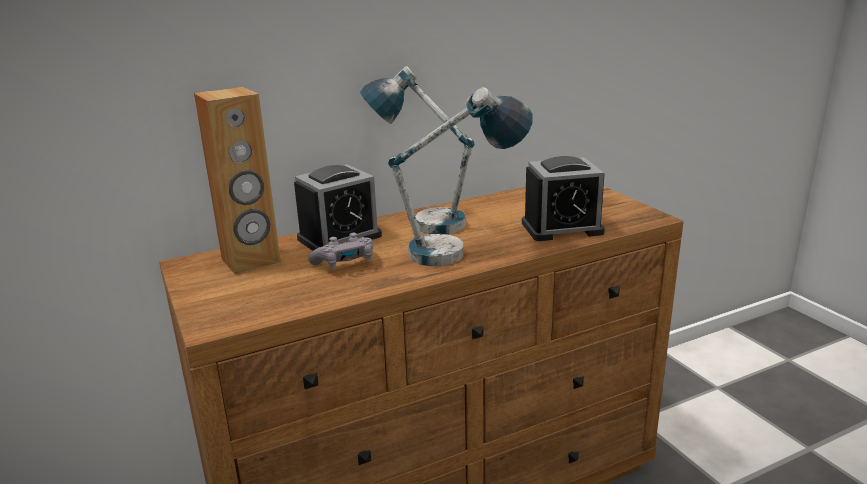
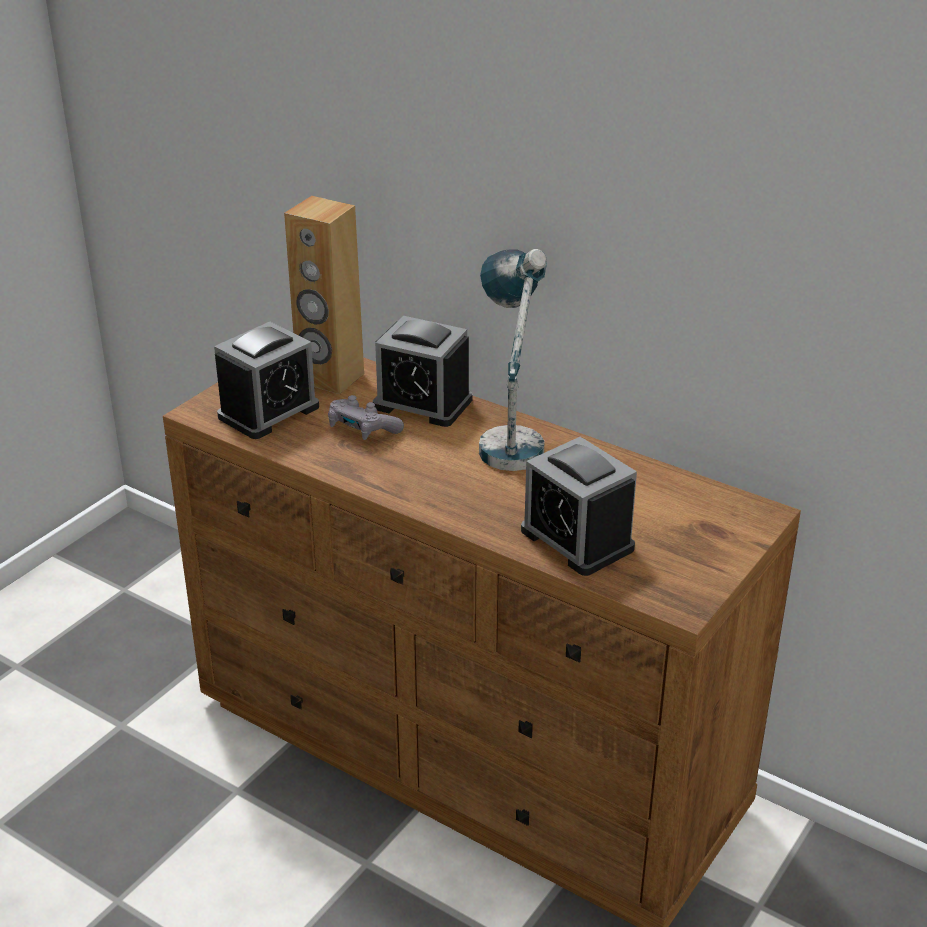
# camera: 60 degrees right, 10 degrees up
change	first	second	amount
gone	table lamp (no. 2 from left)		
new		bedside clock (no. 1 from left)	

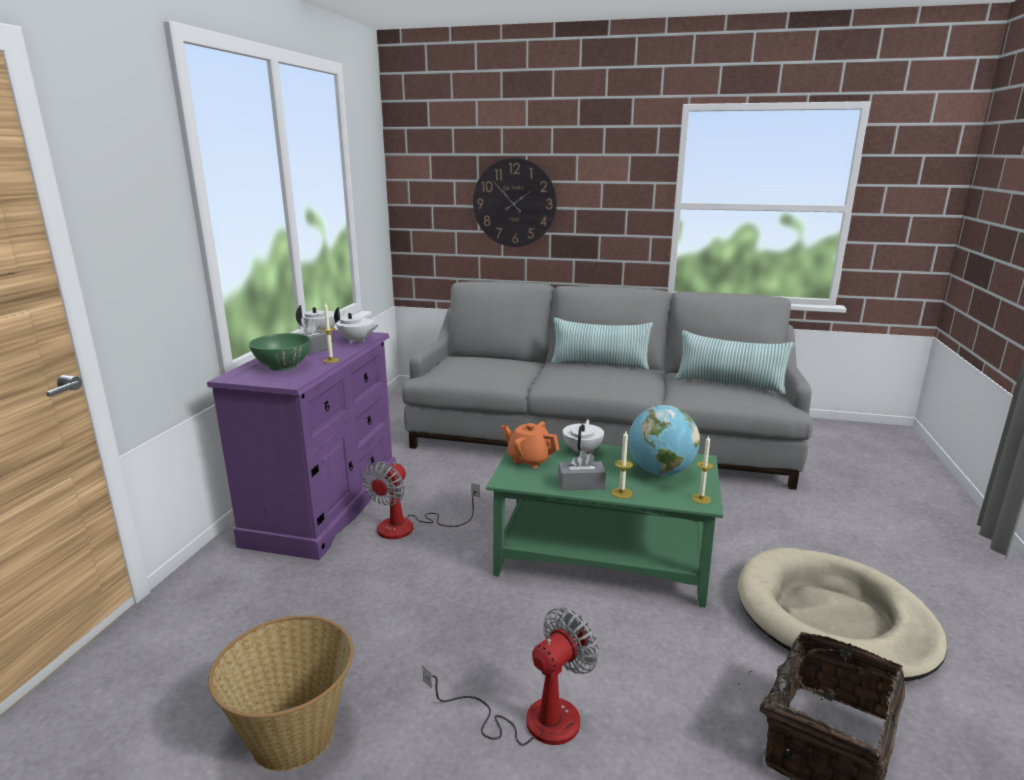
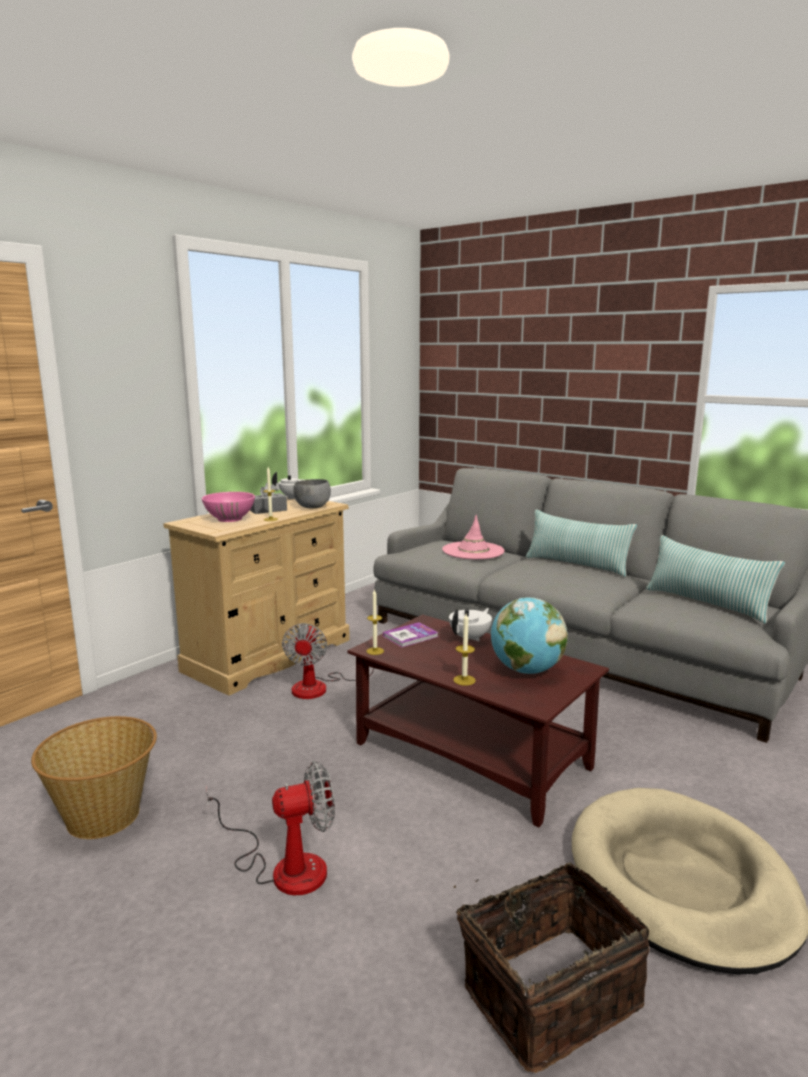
# camera: 25 degrees right, 5 degrees down
change	first	second	amount
repainted	chest of drawers (purplish)	chest of drawers (beige-coloured)	
repainted	serving bowl (green-coloured)	serving bowl (pink-coloured)	
swapped	teapot (whitish) (no. 2 from left)	serving bowl (grey)	
rotated	fan (no. 1 from left in the first image)	fan (no. 2 from left)	45 degrees counterclockwise
gone	clock on the wall		
repainted	lounge table (green-coloured)	lounge table (brownish)	
swapped	teapot (orange-coloured)	book	
gone	tissue holder (grey) (no. 2 from left)		
shifted	candle (no. 3 from left in the first image)	candle (no. 2 from left)	
new		clothing hat (pink-coloured)	

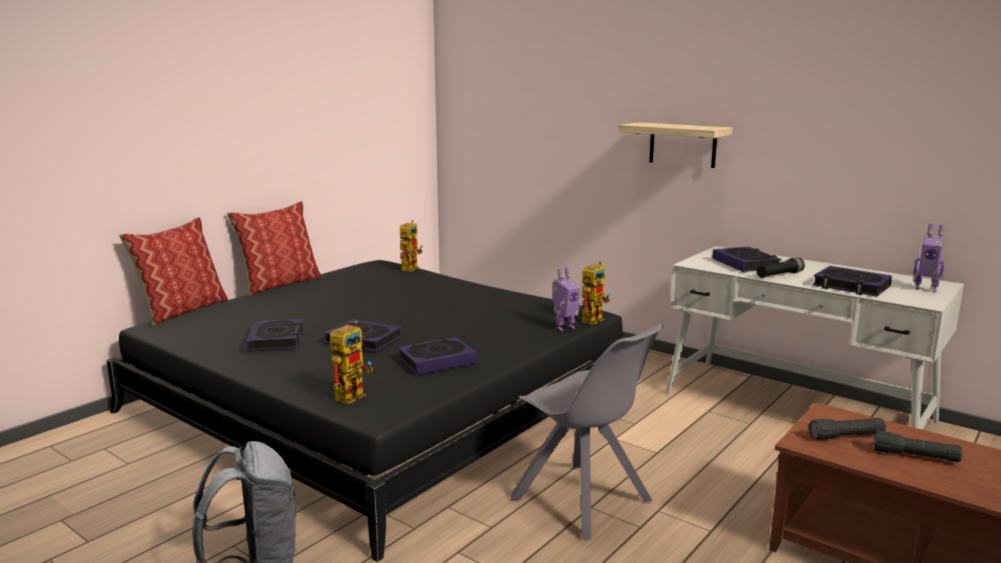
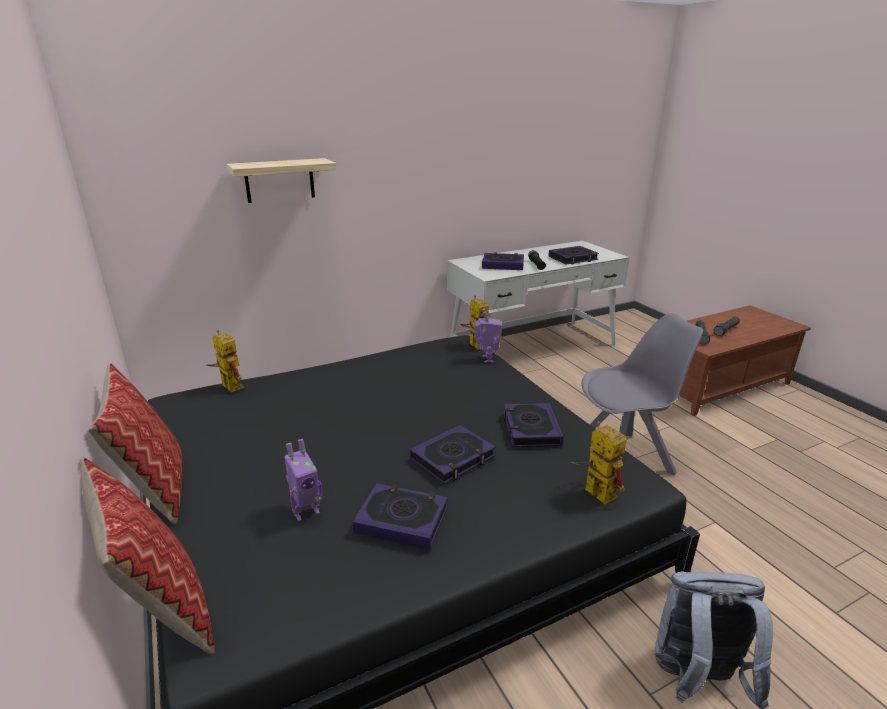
# camera: 65 degrees left, 10 degrees up
change	first	second	amount
shifted	shelf		
shifted	model robot (no. 5 from left in the first image)	model robot (no. 2 from left)	

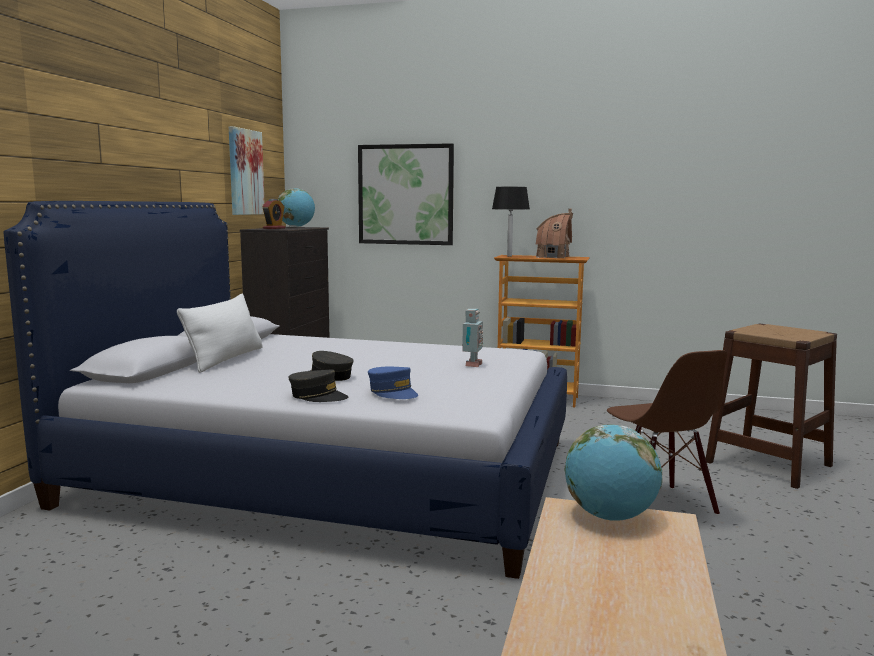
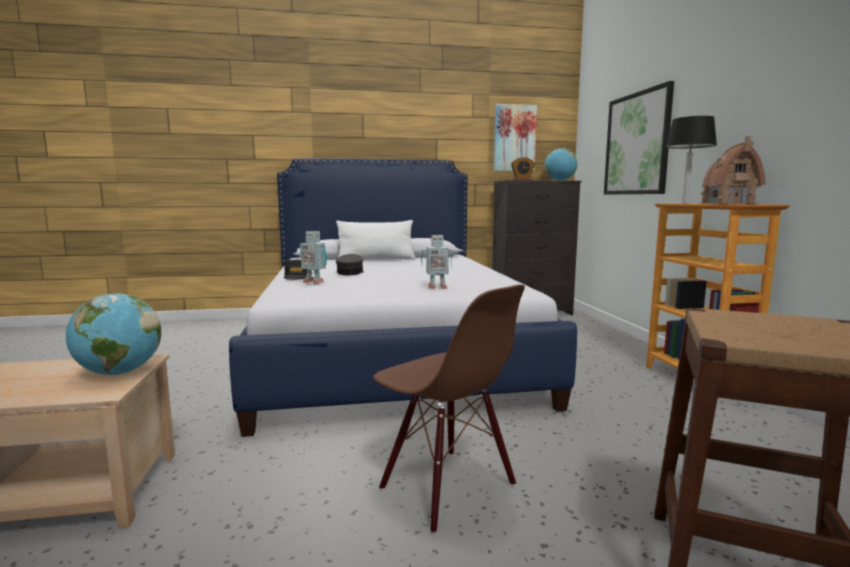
# camera: 65 degrees right, 0 degrees up
change	first	second	amount
swapped	cap (blue-coloured)	model robot (no. 1 from left)	
rotated	chair (brownish)		90 degrees counterclockwise

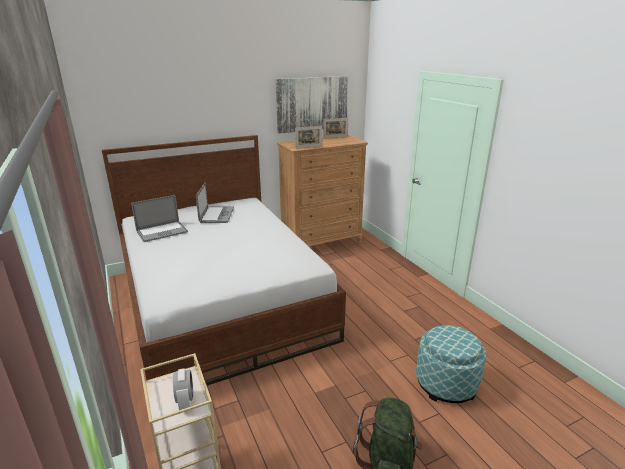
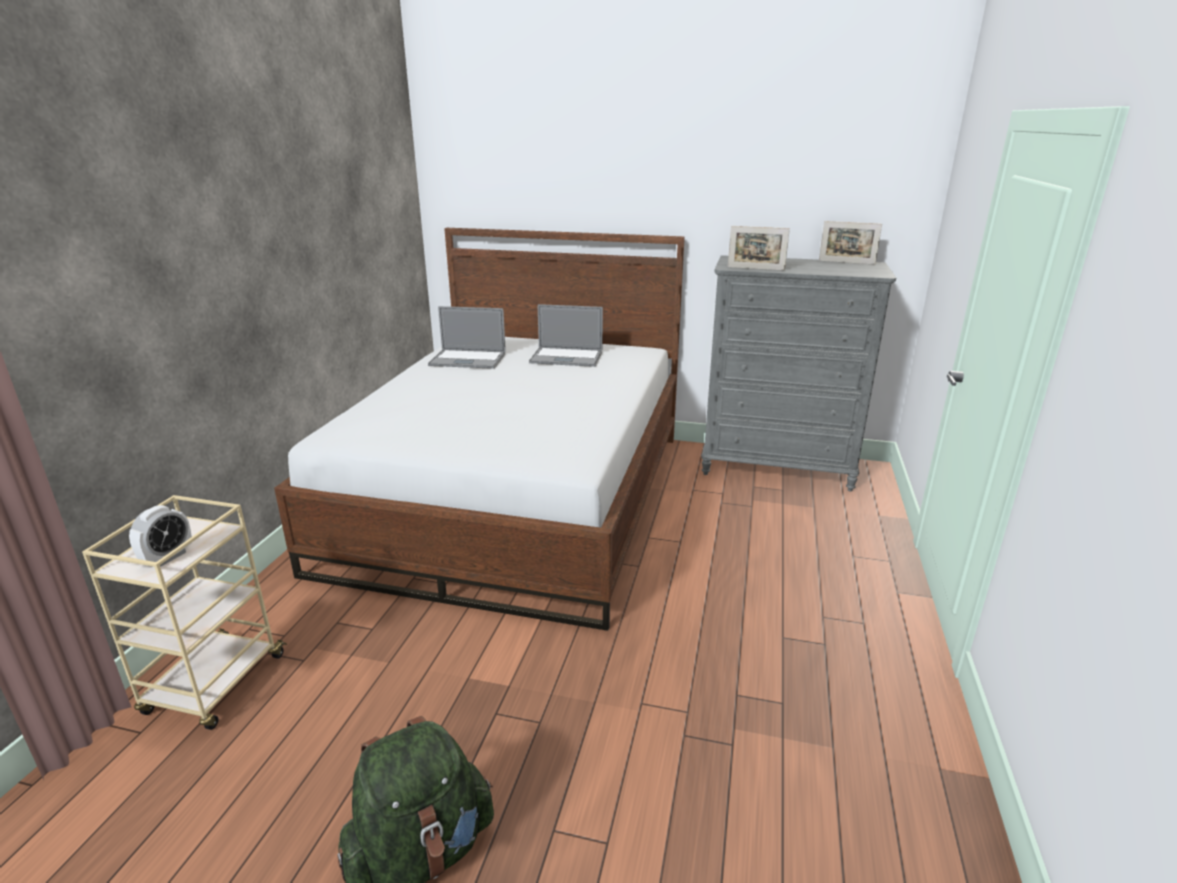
# camera: 40 degrees right, 0 degrees up
change	first	second	amount
rotated	laptop (no. 2 from left)		60 degrees clockwise
gone	picture		
repainted	chest of drawers (brownish)	chest of drawers (grey)	
gone	ottoman		

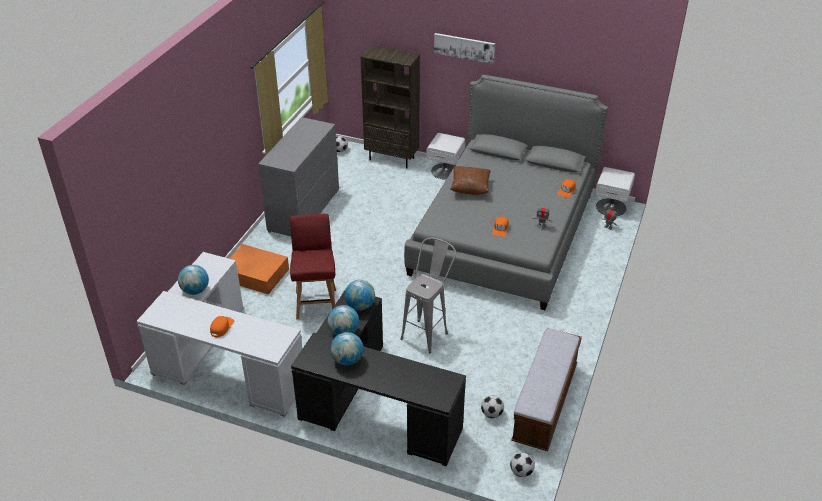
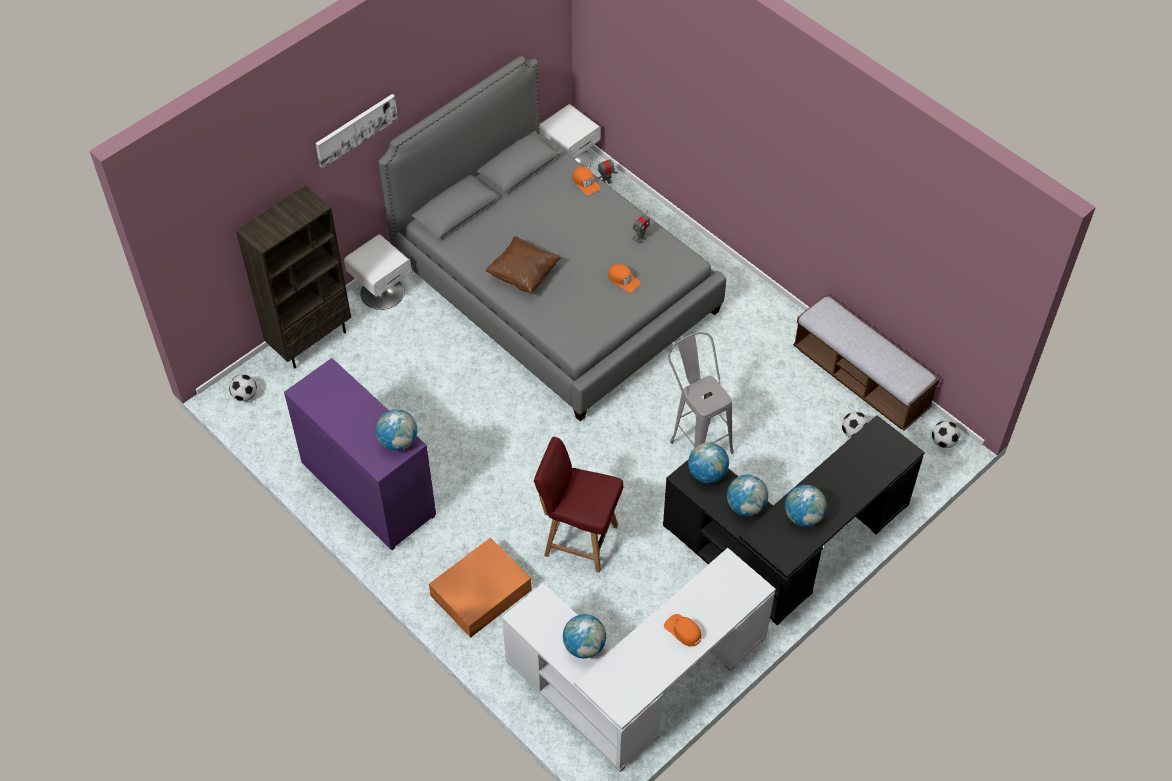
# camera: 65 degrees left, 15 degrees up
change	first	second	amount
repainted	chest of drawers (grey)	chest of drawers (purplish)	
new		world globe (no. 1 from left)	

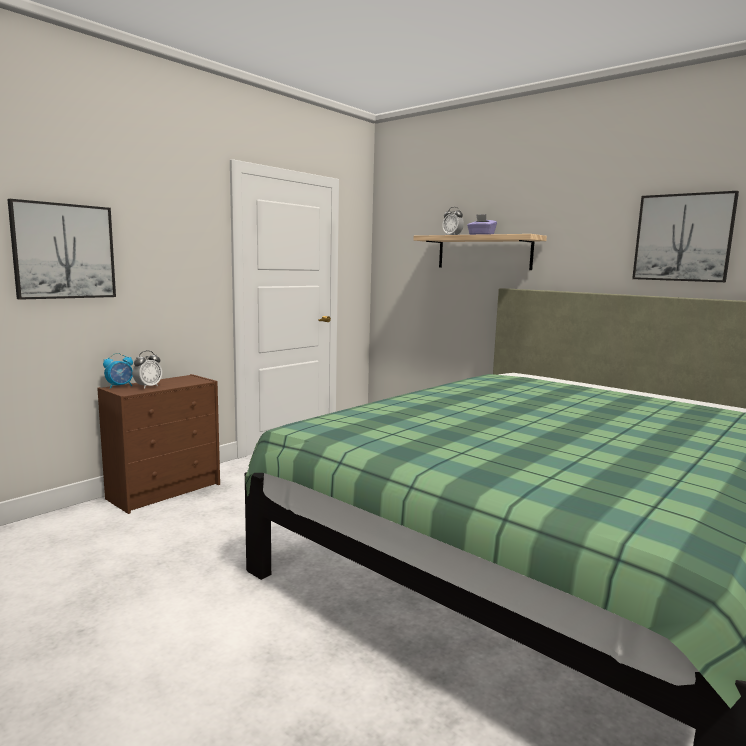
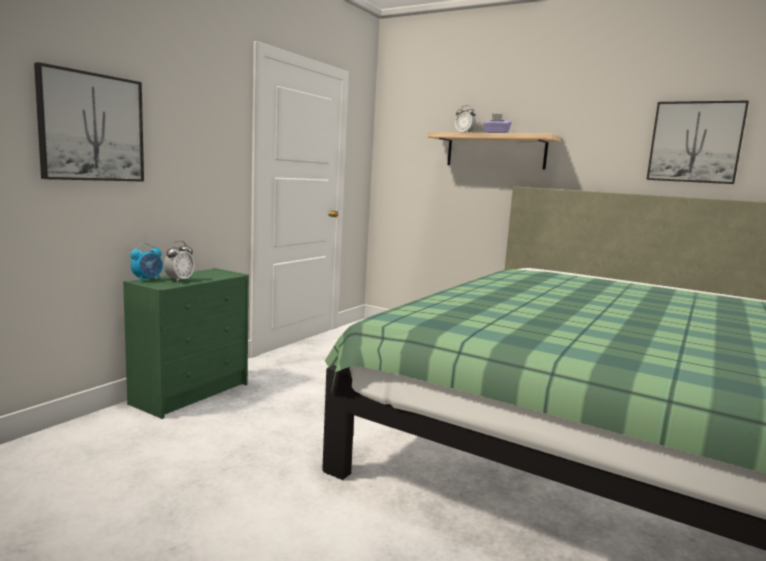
# camera: 10 degrees left, 0 degrees up
change	first	second	amount
repainted	chest of drawers (brownish)	chest of drawers (green-coloured)	

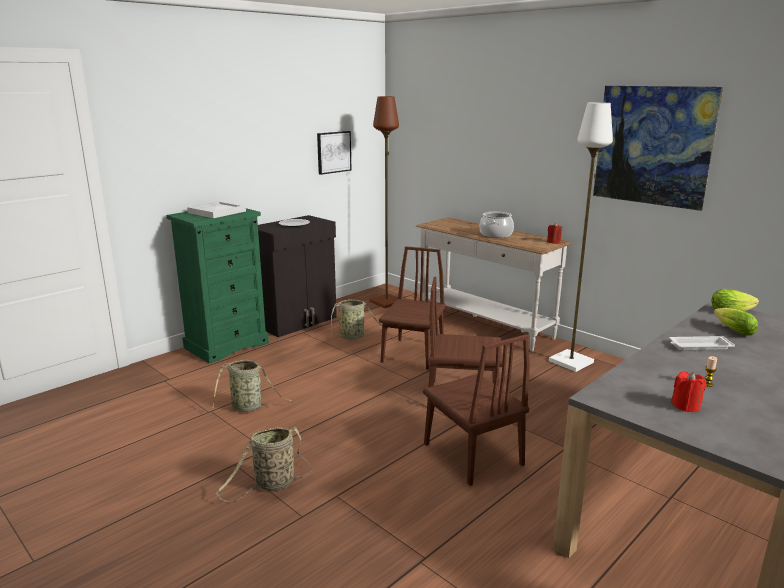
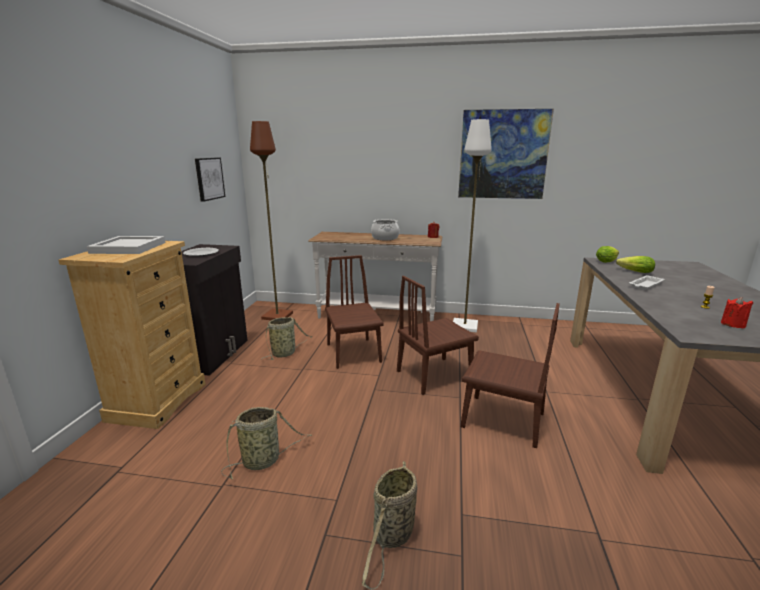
# camera: 35 degrees left, 0 degrees up
change	first	second	amount
repainted	chest of drawers (green-coloured)	chest of drawers (beige-coloured)	

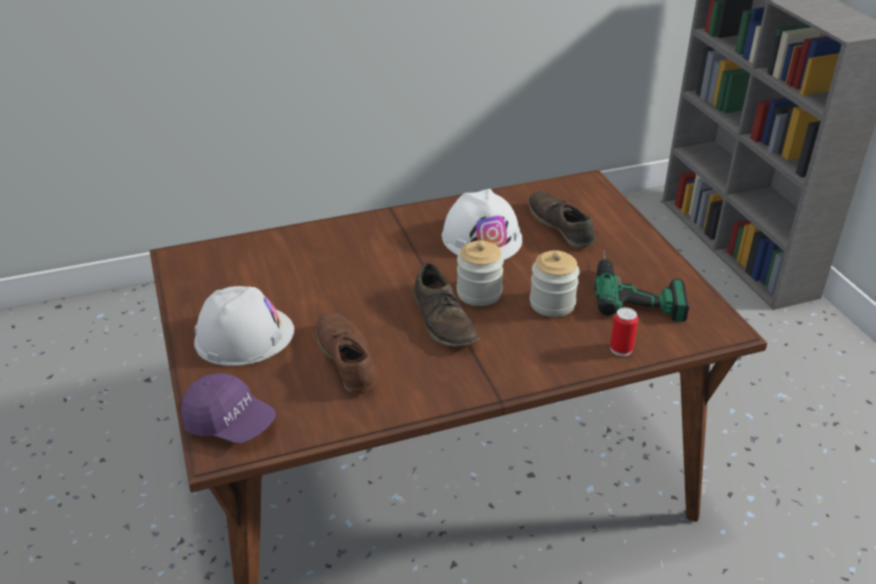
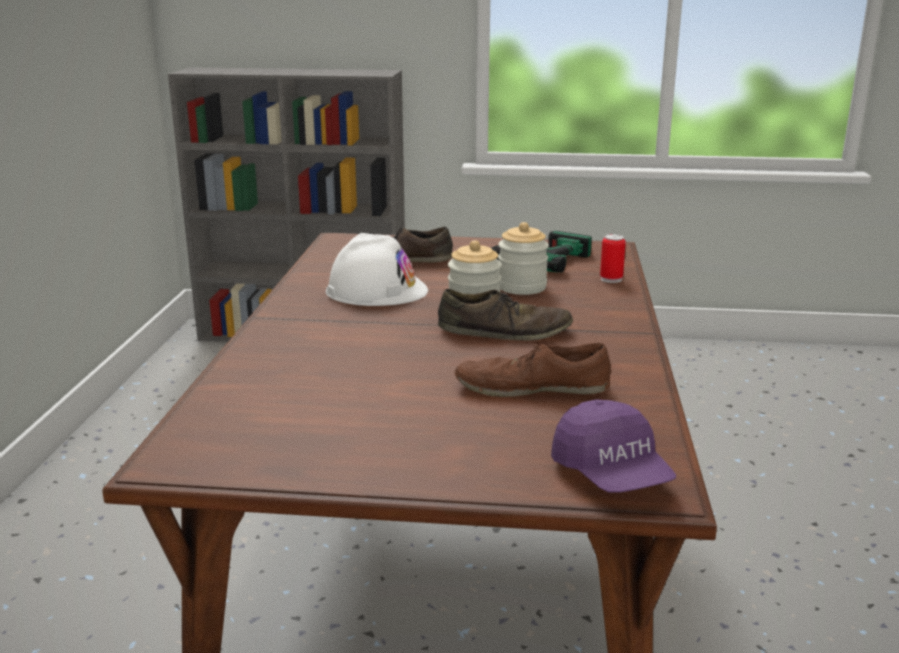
# camera: 65 degrees left, 15 degrees down
change	first	second	amount
rotated	cap (purplish)		105 degrees clockwise
gone	safety helmet (whitish) (no. 1 from left)		

